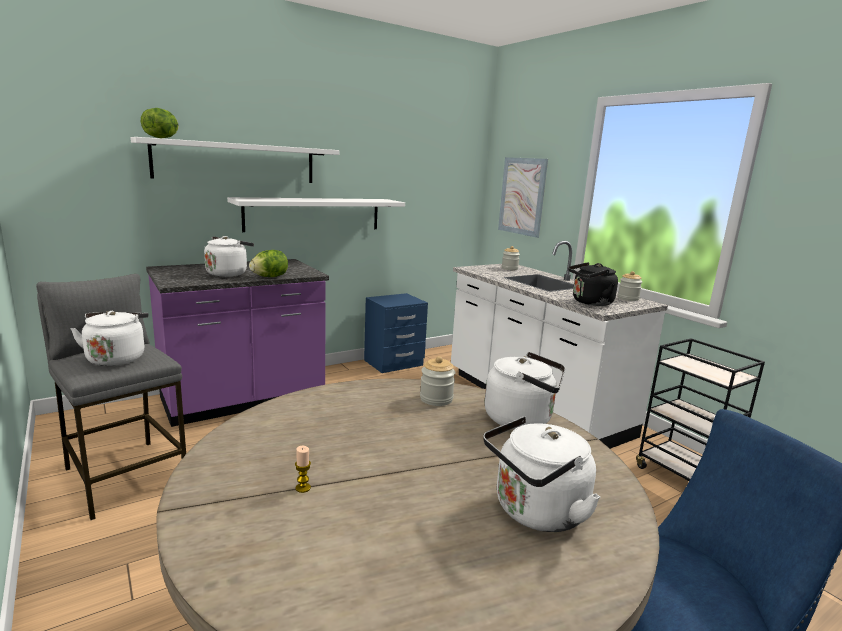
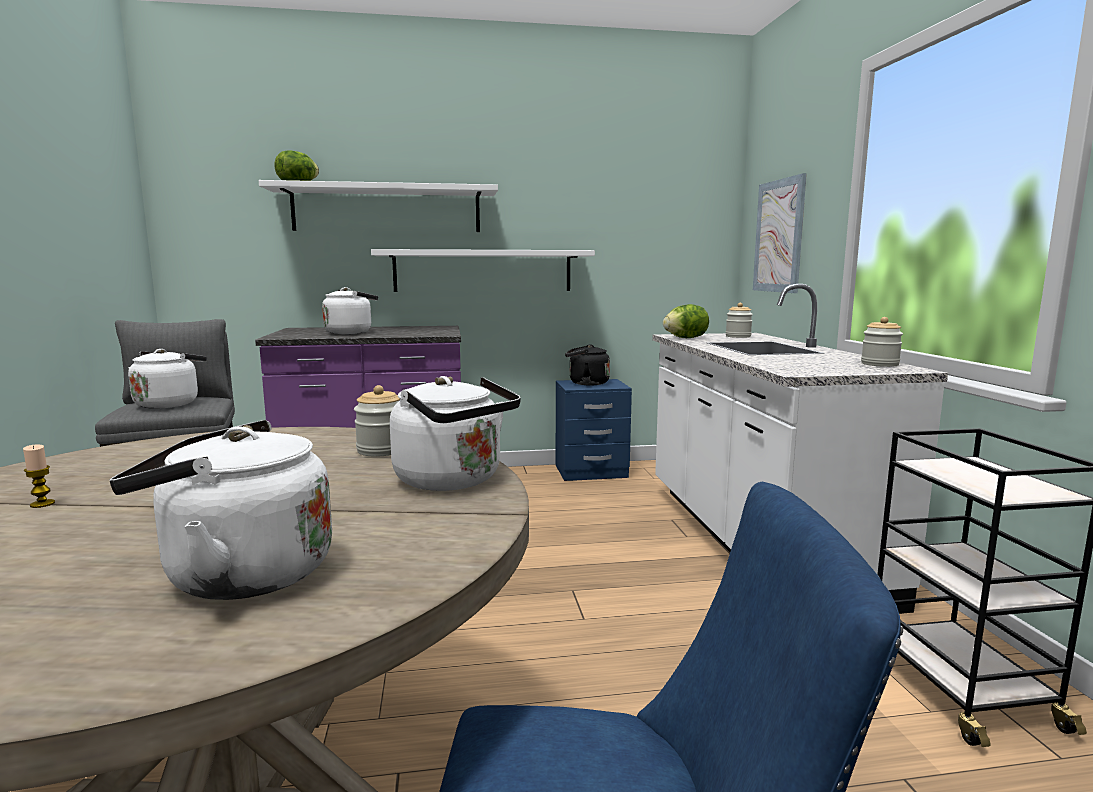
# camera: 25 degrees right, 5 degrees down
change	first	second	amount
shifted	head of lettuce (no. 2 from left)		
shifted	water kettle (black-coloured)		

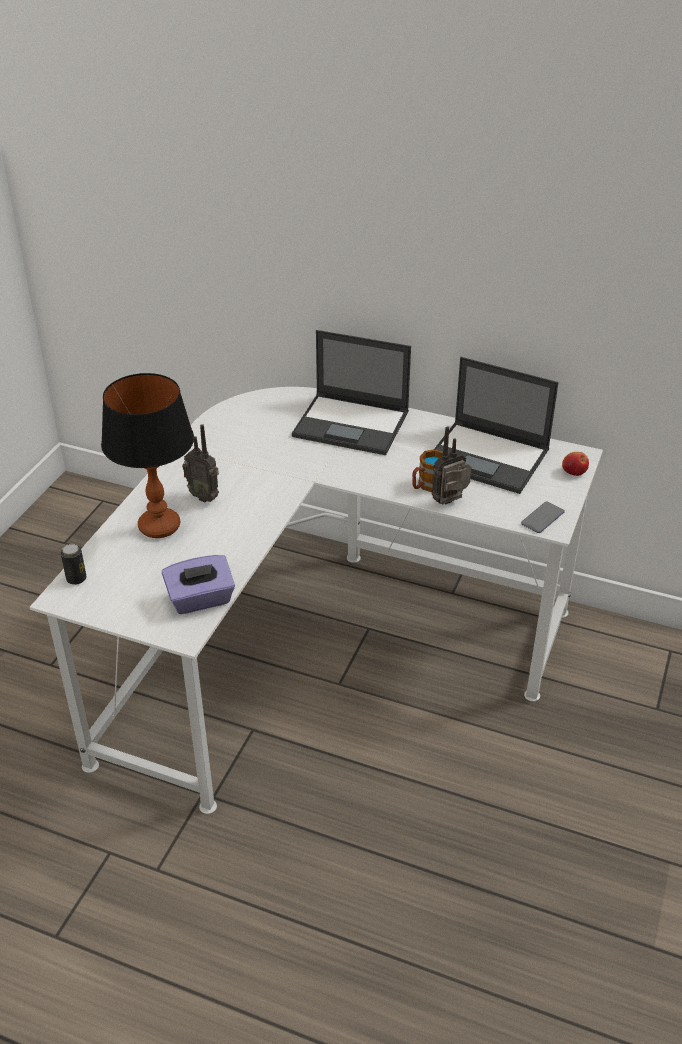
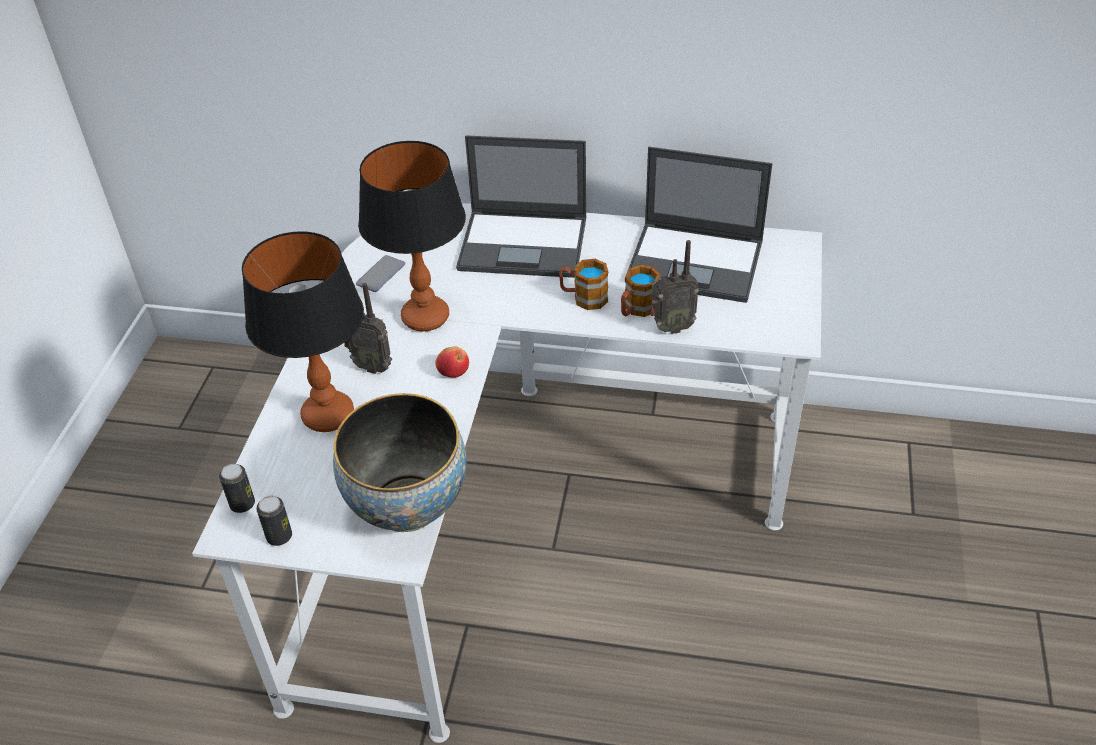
# camera: 10 degrees left, 5 degrees up
change	first	second	amount
swapped	tissue holder (purplish)	serving bowl	
rotated	radio (no. 2 from left)		150 degrees counterclockwise
shifted	telephone		
shifted	apple		
new		can (no. 2 from left)	
new		table lamp (no. 2 from left)	
new		coffee mug (no. 1 from left)	

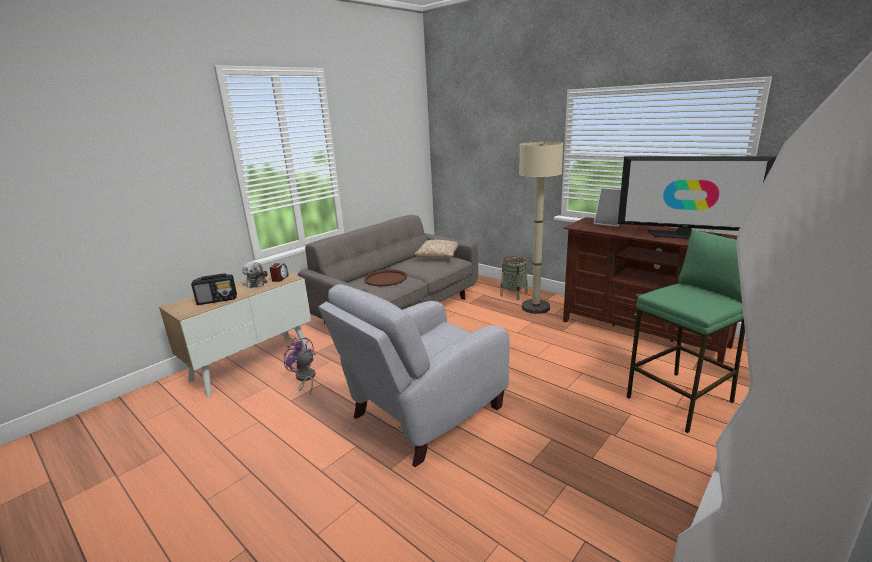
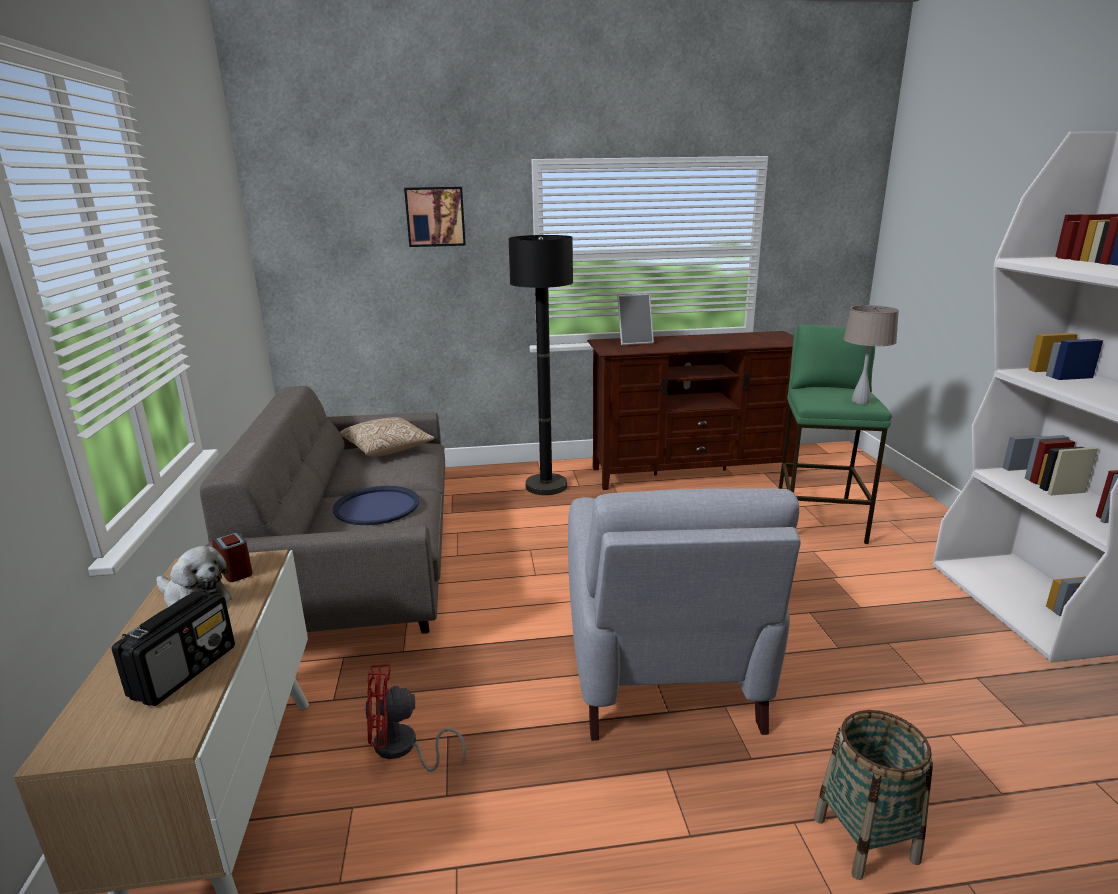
# camera: 50 degrees left, 0 degrees up
change	first	second	amount
repainted	fan (purplish)	fan (red-coloured)	
repainted	carrying tray (brownish)	carrying tray (blue-coloured)	
shifted	basket		
repainted	standing lamp (beige-coloured)	standing lamp (black-coloured)	
gone	television		
new		picture	
new		table lamp (beige-coloured)	

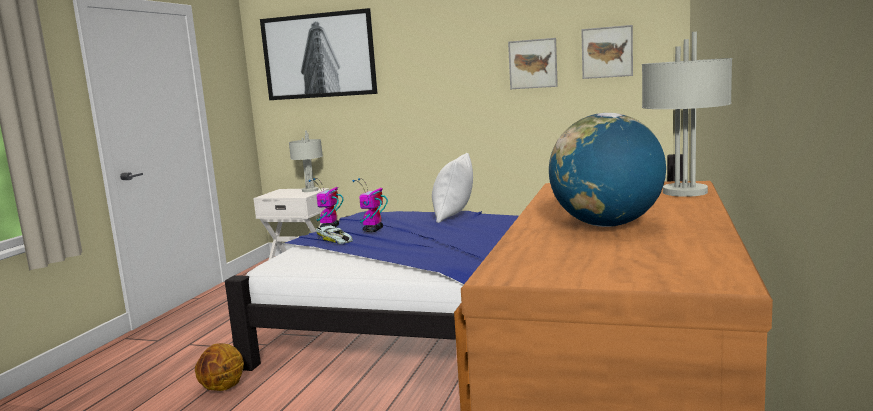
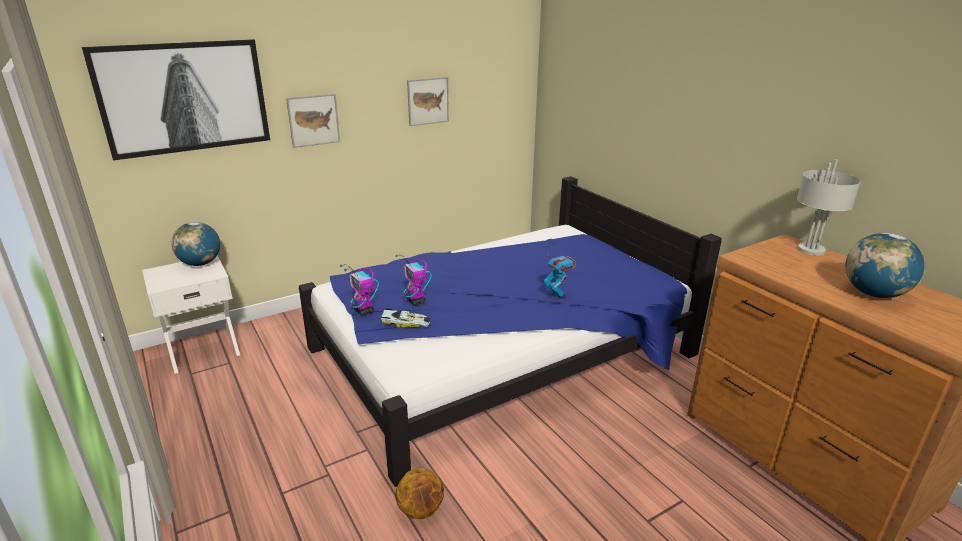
# camera: 50 degrees left, 15 degrees up
change	first	second	amount
swapped	table lamp (grey) (no. 1 from left)	world globe (no. 1 from left)	
gone	throw pillow (whitish)		
shifted	picture (no. 3 from left in the first image)	picture (no. 2 from left)	
new		model robot (no. 3 from left)	

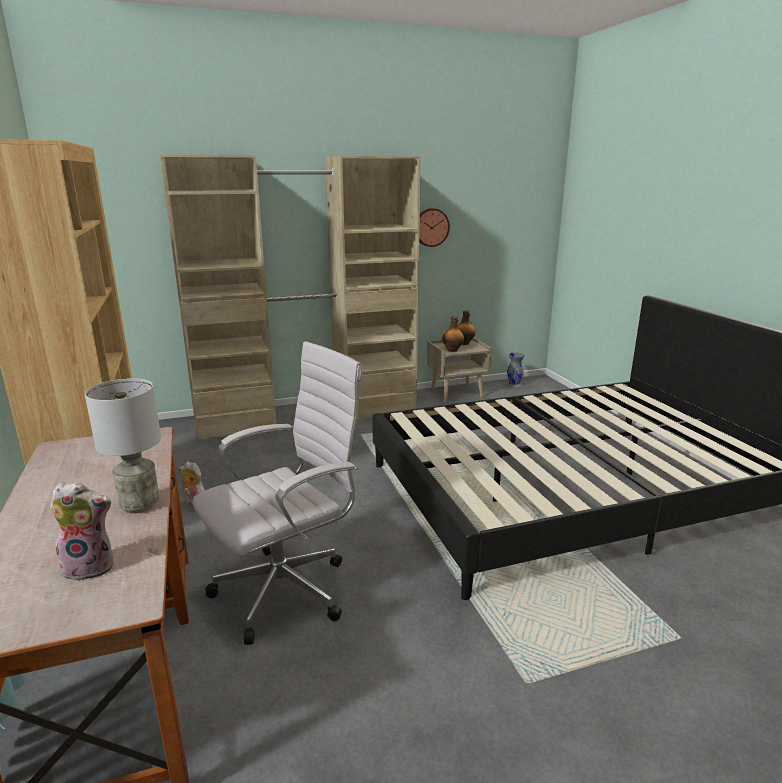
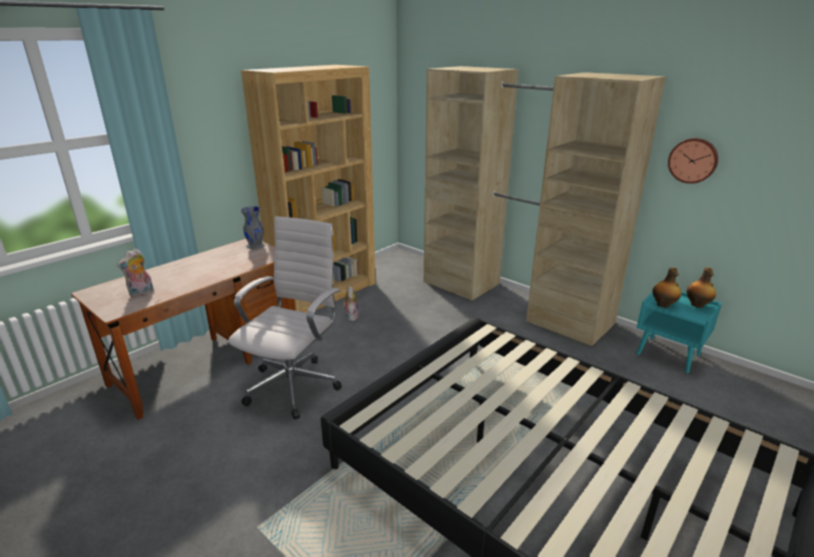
# camera: 60 degrees right, 5 degrees up
change	first	second	amount
rotated	plush toy (no. 1 from left)		75 degrees clockwise
gone	table lamp (grey)		
rotated	desk chair (whitish)		90 degrees counterclockwise
repainted	night table (beige-coloured)	night table (turquoise-coloured)	
shifted	decorative vase (grey)		

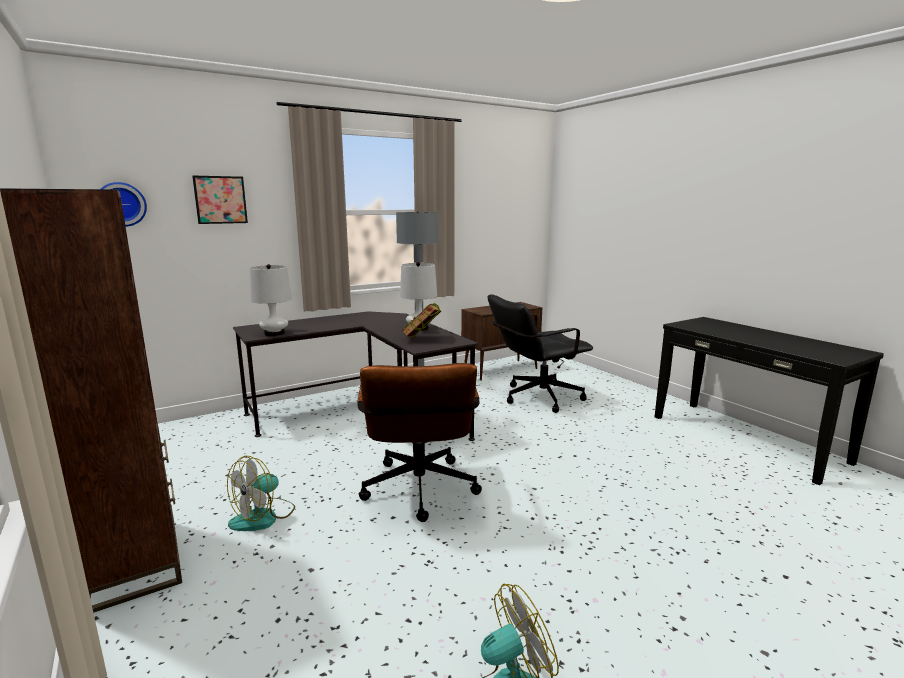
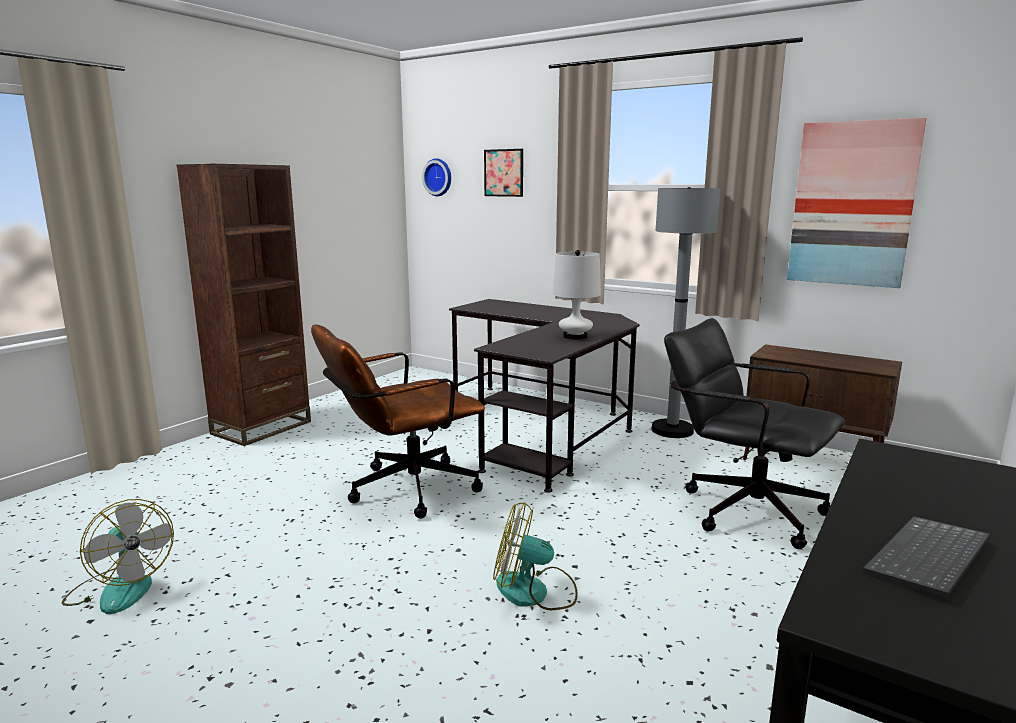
# camera: 65 degrees right, 0 degrees up
change	first	second	amount
shifted	fan (no. 1 from left in the first image)	fan (no. 2 from left)	
gone	table lamp (whitish) (no. 1 from left)		
gone	book		
new		picture (no. 2 from left)	
new		computer keyboard	

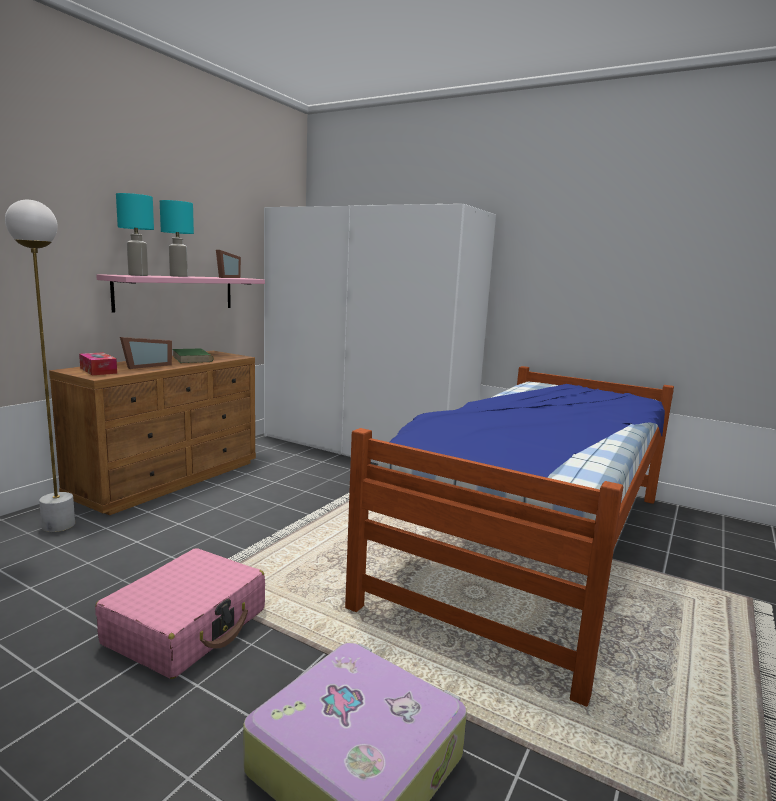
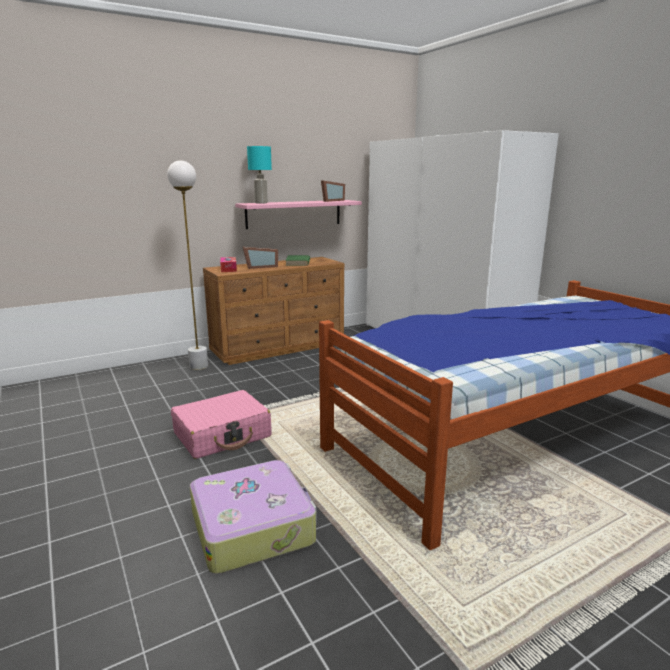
# camera: 30 degrees right, 5 degrees up
change	first	second	amount
gone	table lamp (turquoise-coloured) (no. 2 from left)		

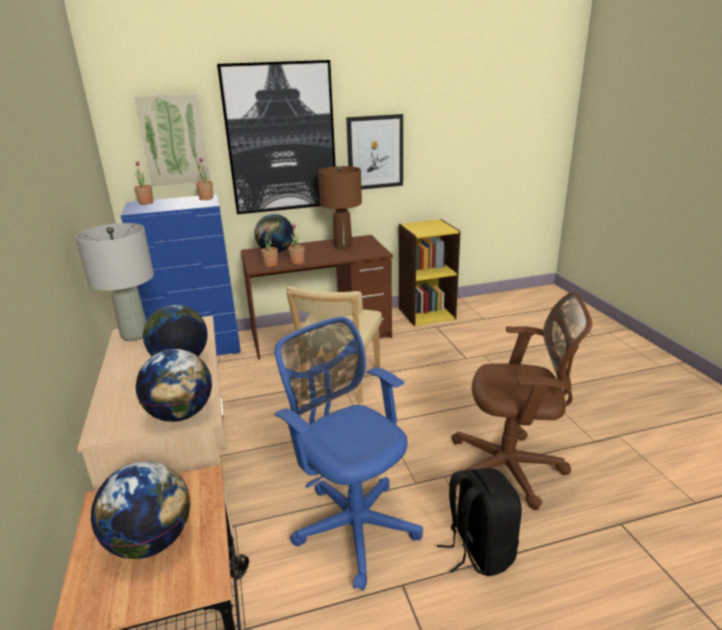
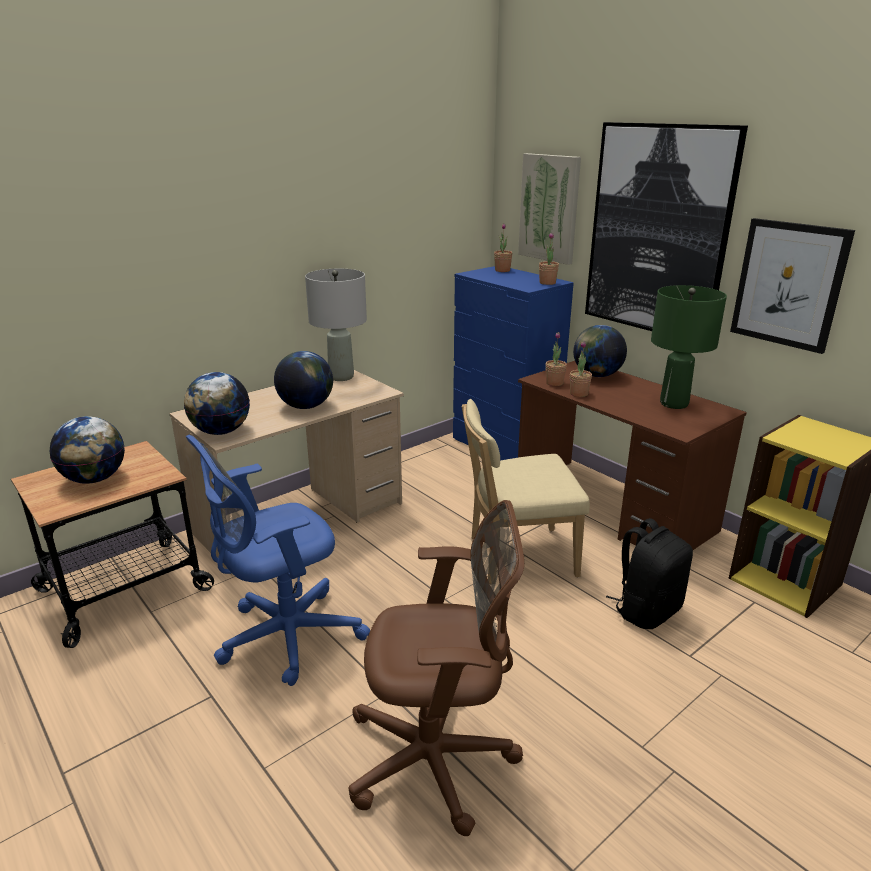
# camera: 65 degrees right, 0 degrees up
change	first	second	amount
rotated	desk chair (blue-coloured)		150 degrees counterclockwise
repainted	table lamp (brownish)	table lamp (green-coloured)	
shifted	rucksack (black-coloured)		
rotated	desk chair (brownish)		75 degrees counterclockwise

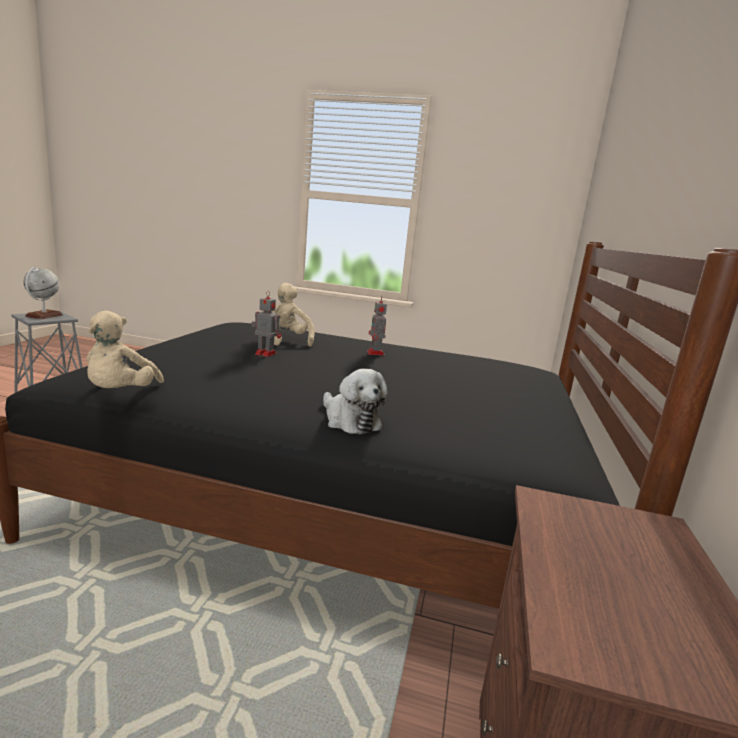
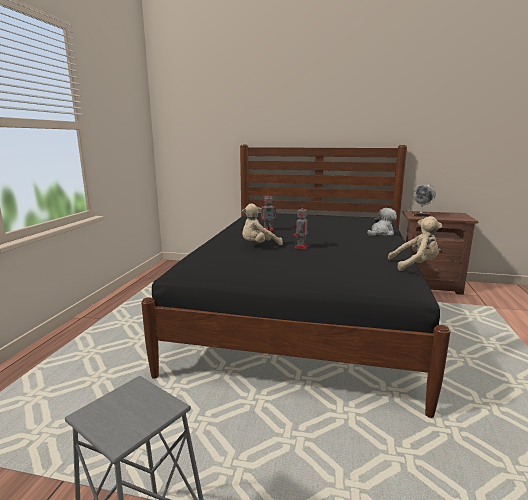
# camera: 90 degrees left, 0 degrees up
change	first	second	amount
shifted	world globe		

